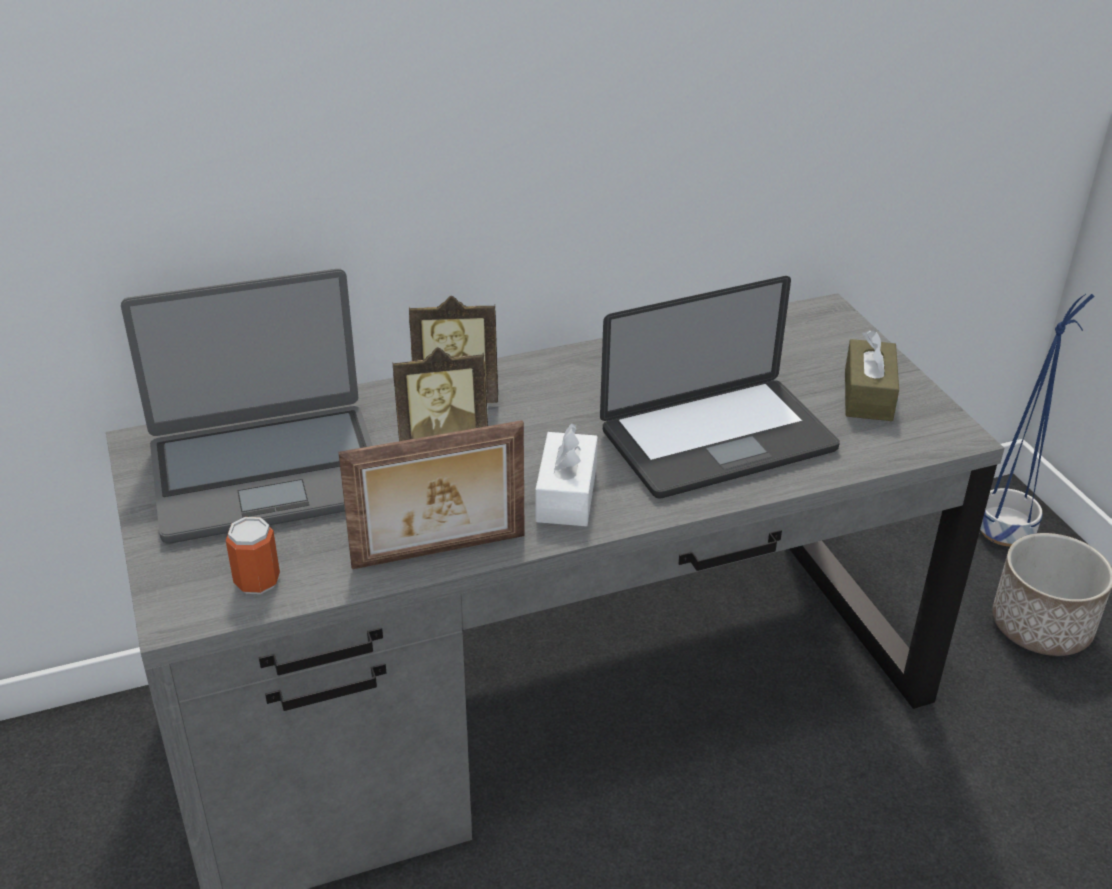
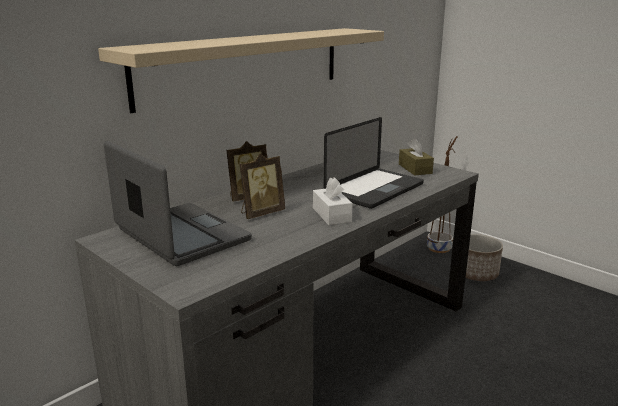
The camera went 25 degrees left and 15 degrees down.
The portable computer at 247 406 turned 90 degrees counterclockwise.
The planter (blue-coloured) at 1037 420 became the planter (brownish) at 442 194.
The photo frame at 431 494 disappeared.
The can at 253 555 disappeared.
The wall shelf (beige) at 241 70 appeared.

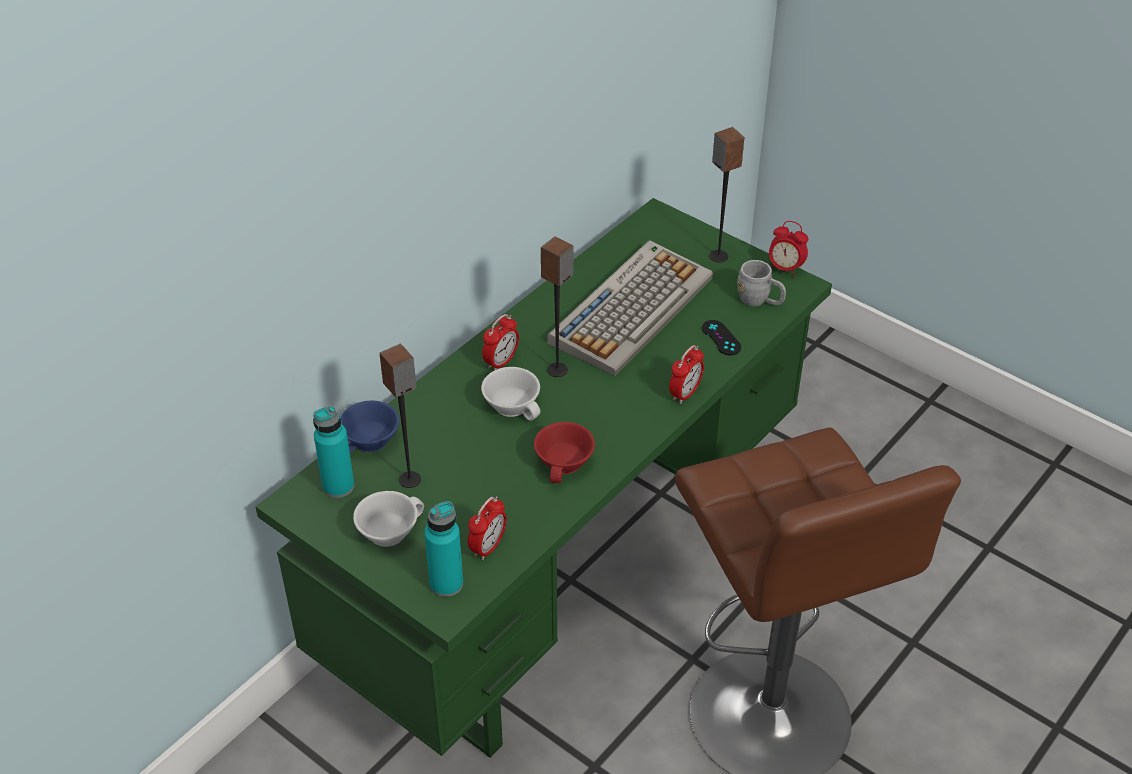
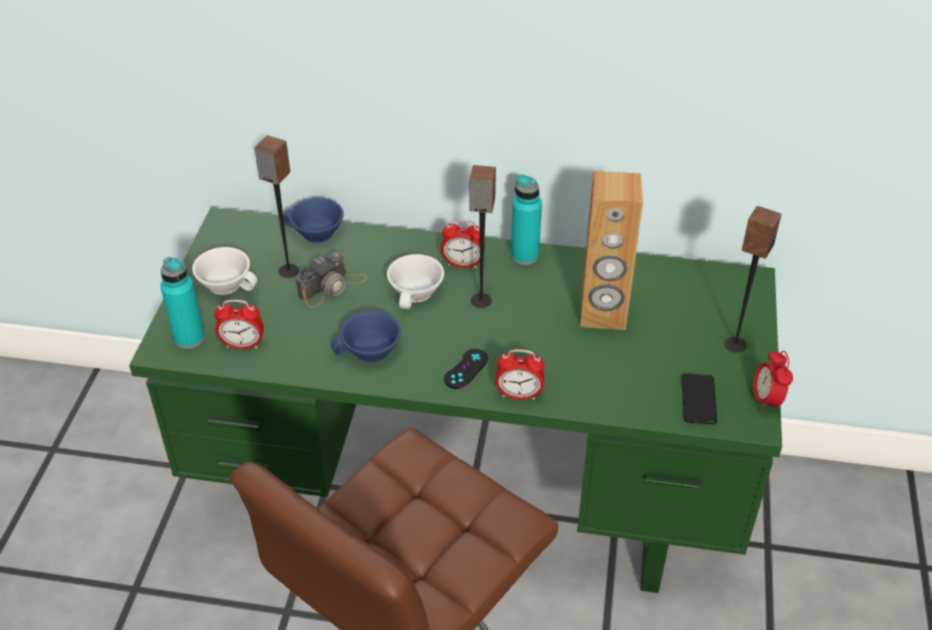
The camera went 60 degrees right and 0 degrees up.
The keyboard at 630 308 was replaced by the speaker (brownish) at 611 250.
The tea mug (grey) at 761 283 was replaced by the phone at 699 398.
The joypad (black) moved from 721 337 to 466 369.
The bottle (turquoise) moved from 333 452 to 526 220.
The small cup (red-coloured) at 564 452 became the small cup (blue-coloured) at 366 337.
The still camera at 331 280 appeared.

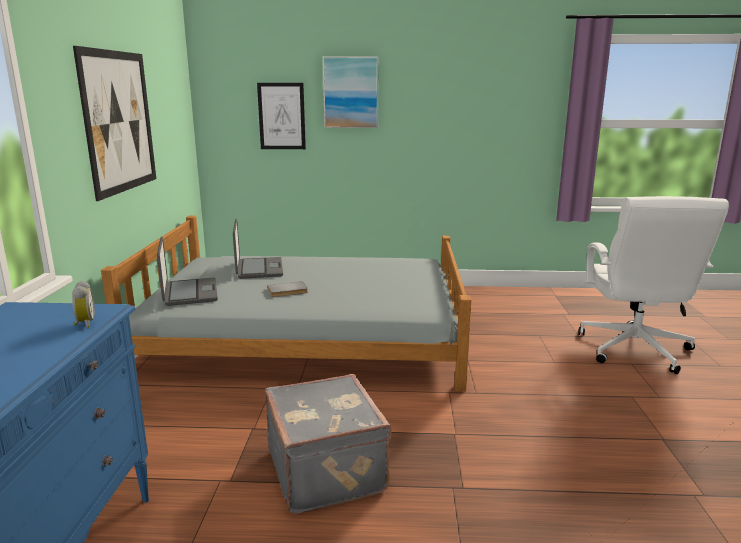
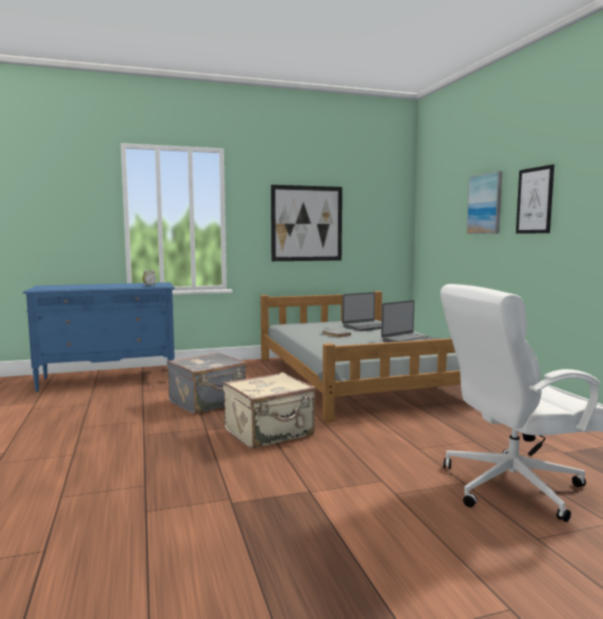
The camera went 70 degrees right and 10 degrees down.
The wall art moved from 281 116 to 535 199.
The portable computer moved from 187 271 to 410 321.
The travel case (beige) at 269 410 appeared.

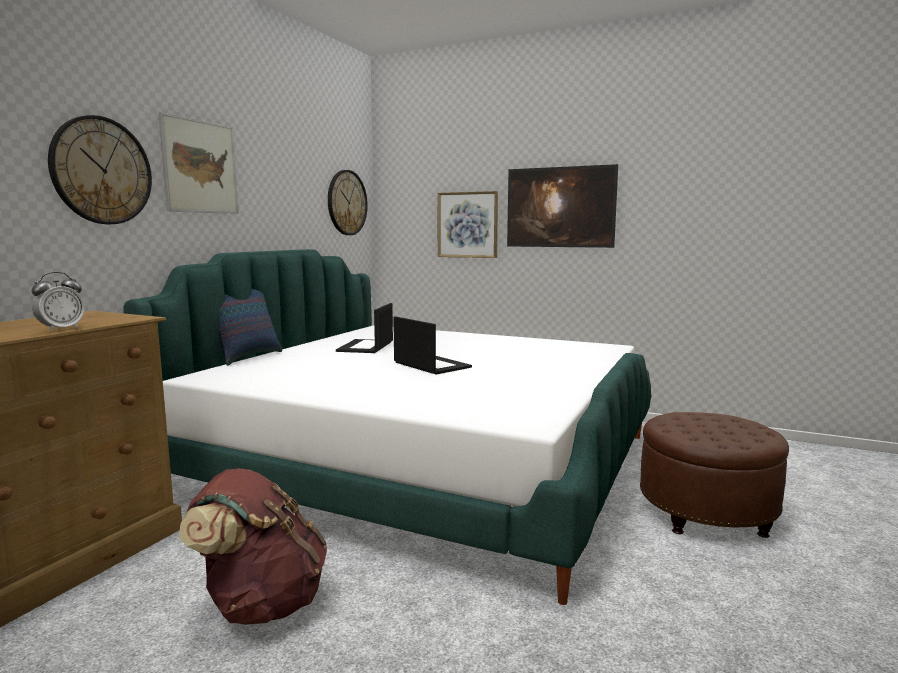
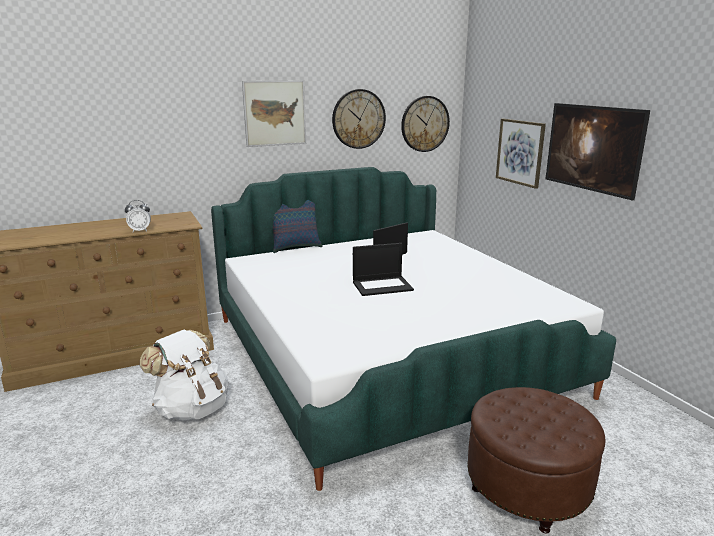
The camera went 40 degrees right and 10 degrees up.
The clock on the wall moved from 100 169 to 359 119.
The portable computer at 432 345 turned 75 degrees clockwise.
The knapsack (brownish) at 253 546 became the knapsack (white) at 184 375.

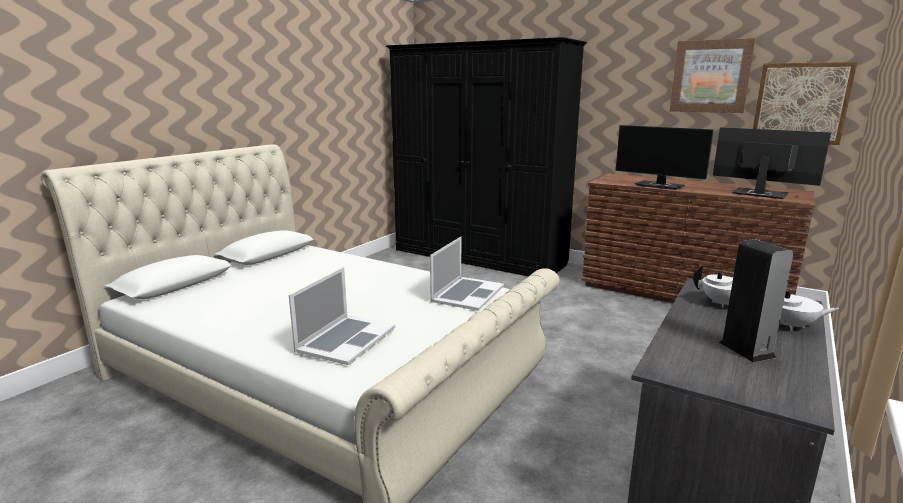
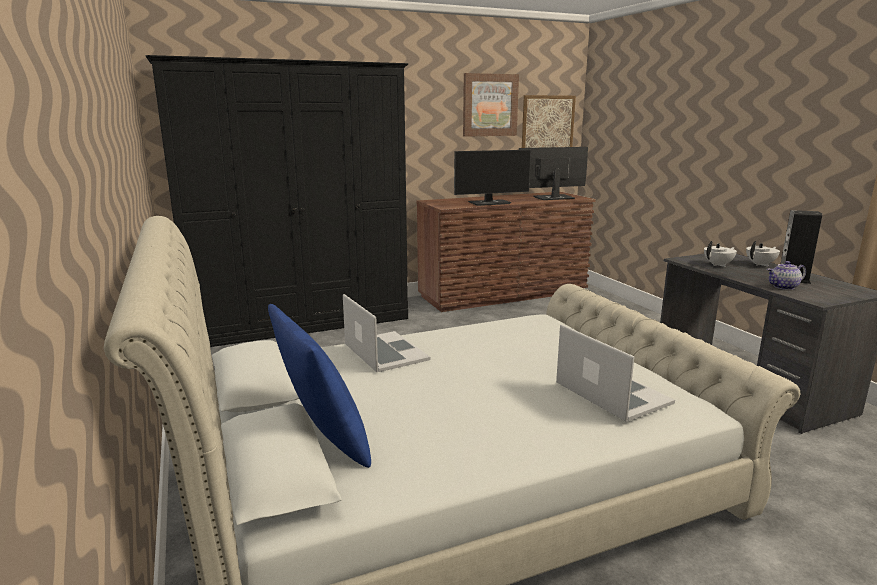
The camera went 55 degrees left and 0 degrees up.
The portable computer moved from 467 274 to 386 333.
The pot for tea at 786 275 appeared.
The throw pillow (blue-coloured) at 319 386 appeared.

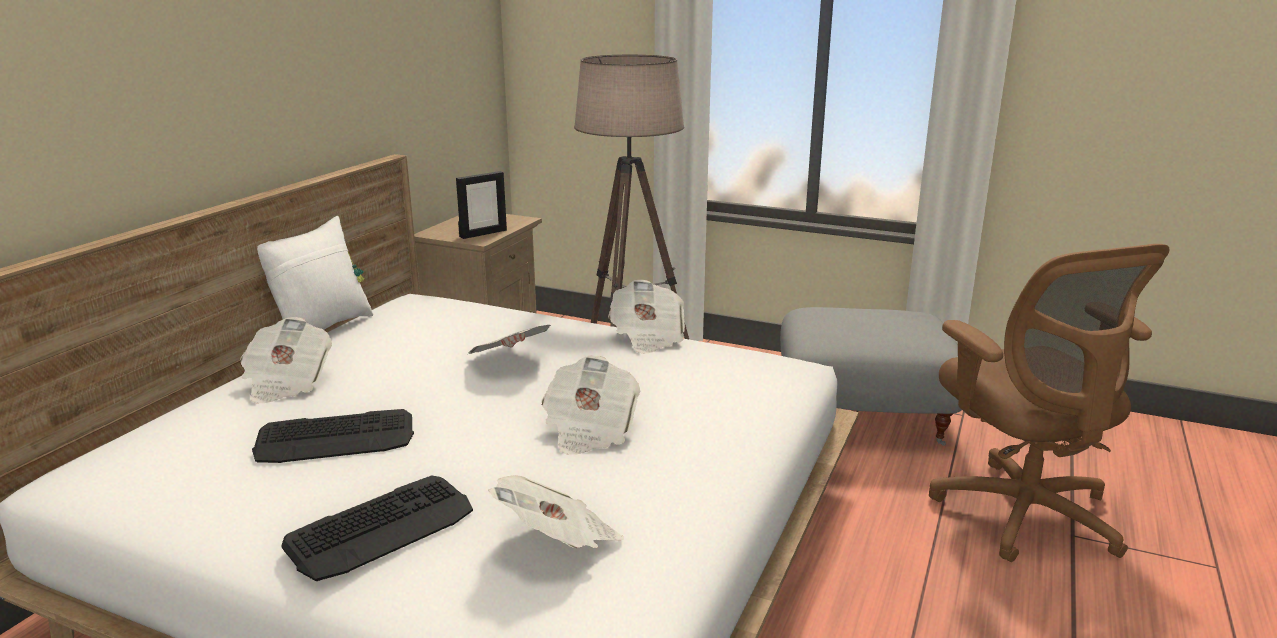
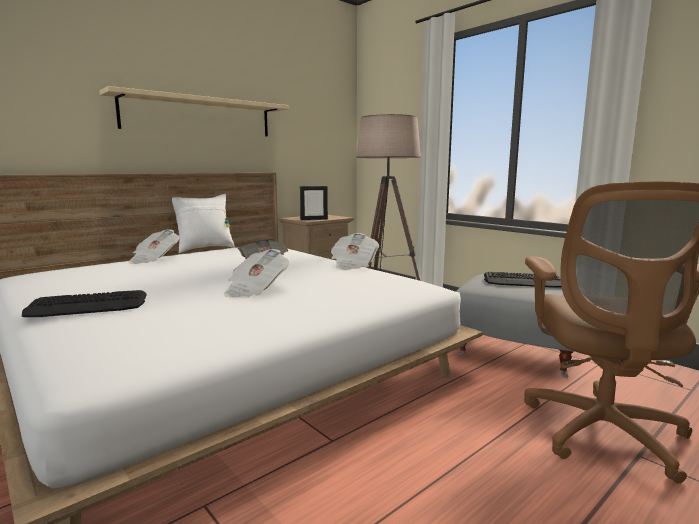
The camera went 25 degrees right and 10 degrees down.
The keyboard moved from 333 436 to 523 280.
The newspaper at 556 511 disappeared.
The wall shelf (beige) at 194 111 appeared.

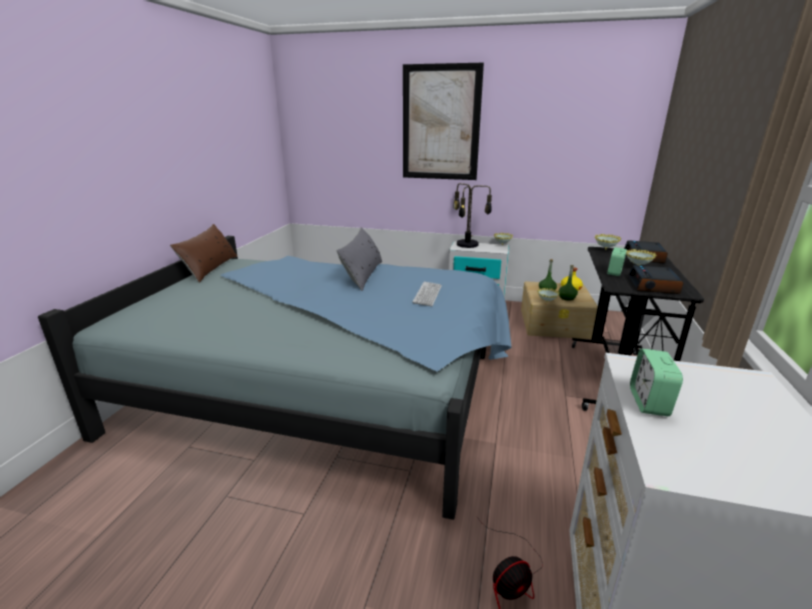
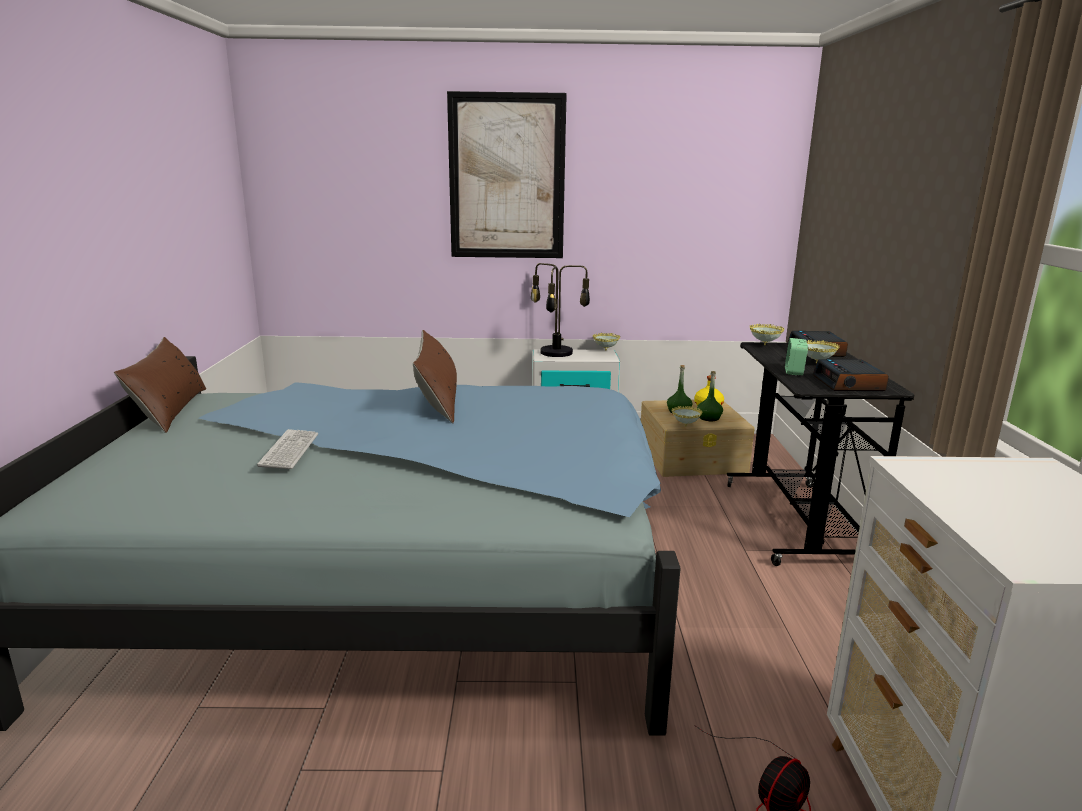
The camera went 15 degrees left and 5 degrees down.
The throw pillow (grey) at 359 259 became the throw pillow (brownish) at 435 376.
The keyboard moved from 427 294 to 287 449.
The bedside clock at 656 382 disappeared.

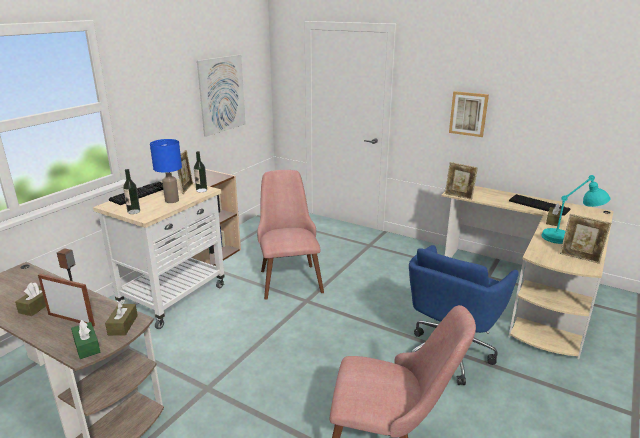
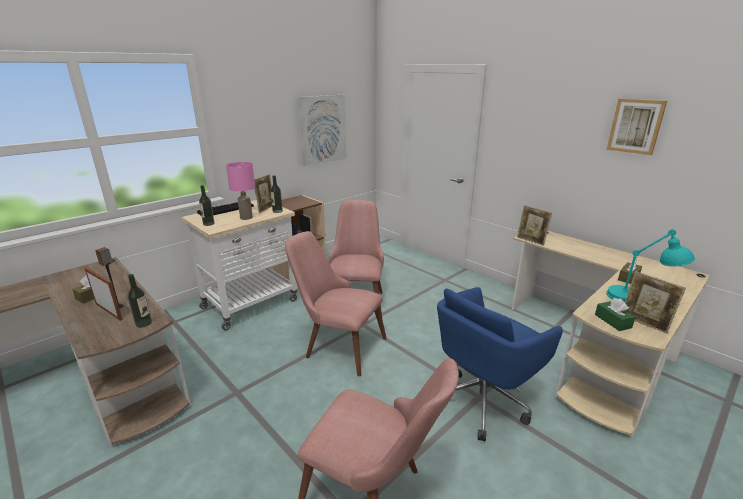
The camera went 15 degrees right and 0 degrees up.
The wall art moved from 469 114 to 636 127.
The table lamp (blue-coloured) at 166 171 became the table lamp (pink-coloured) at 240 191.
The keyboard at 540 205 disappeared.
The box of tissues (brownish) at 121 318 was replaced by the bottle at 139 301.
The box of tissues (green) moved from 85 339 to 615 314.
The chair (pink-coloured) at 336 303 appeared.

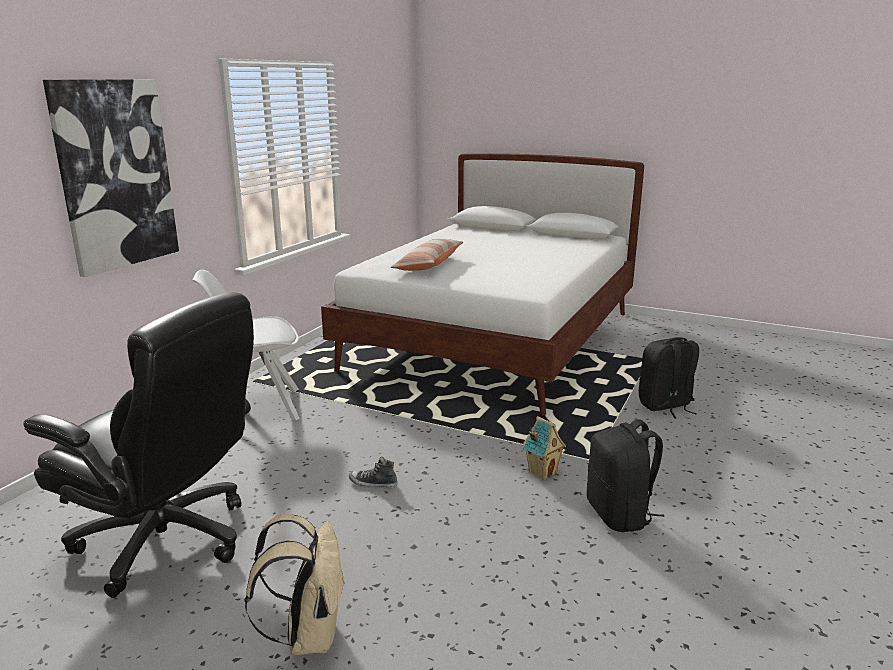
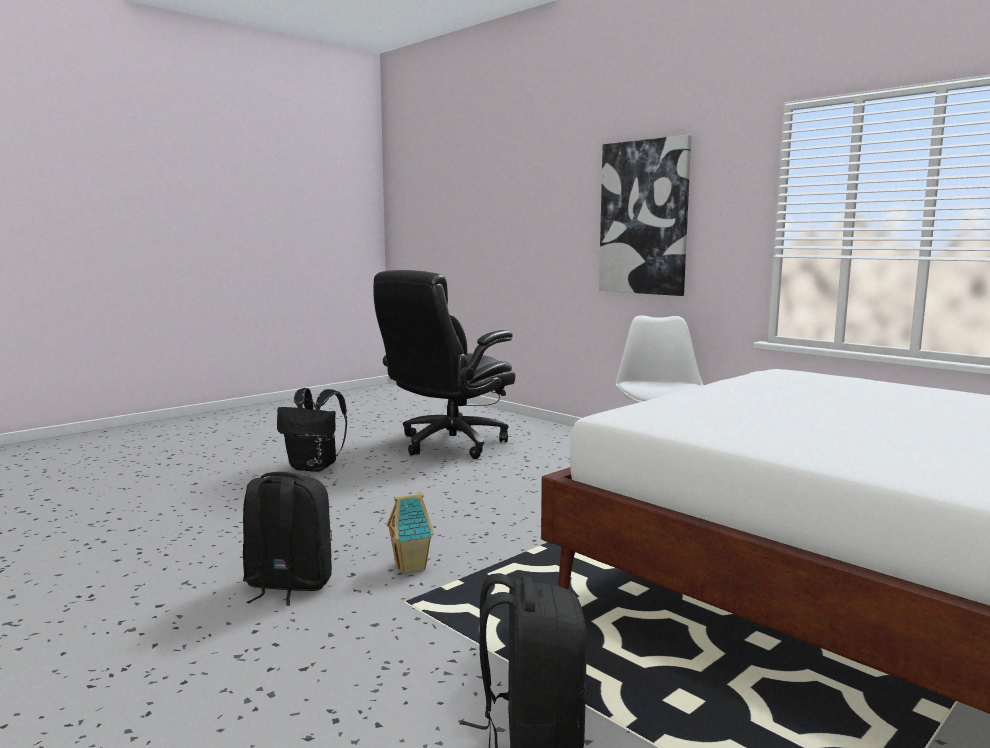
The camera went 110 degrees right and 10 degrees down.
The throw pillow at 427 255 disappeared.
The low shoe at 373 472 disappeared.
The knapsack (beige) at 295 584 became the knapsack (black) at 312 430.

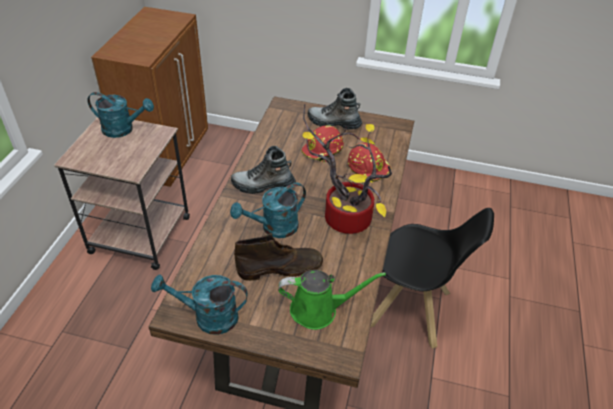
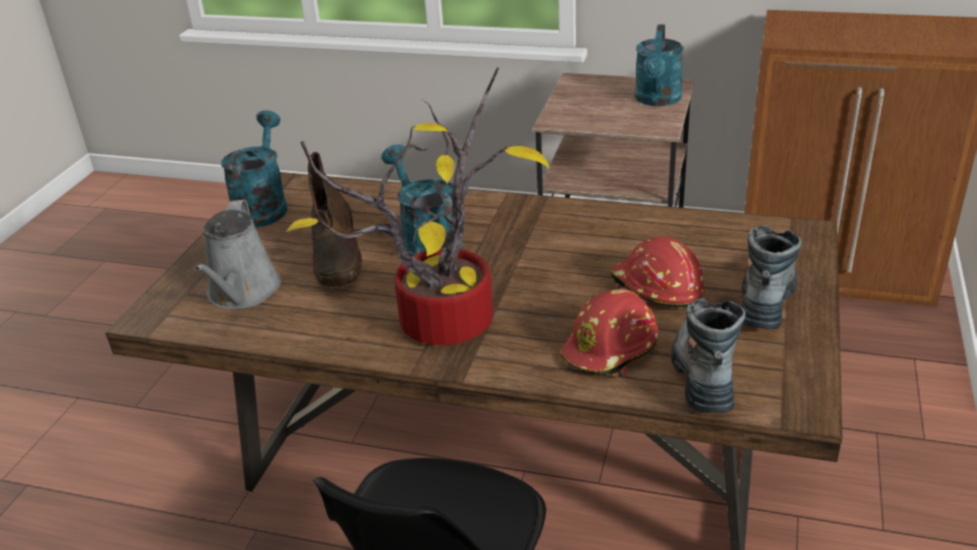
The camera went 95 degrees right and 10 degrees down.
The tall boot moved from 263 170 to 708 355.
The watering can (green) at 332 300 became the watering can (grey) at 237 254.

